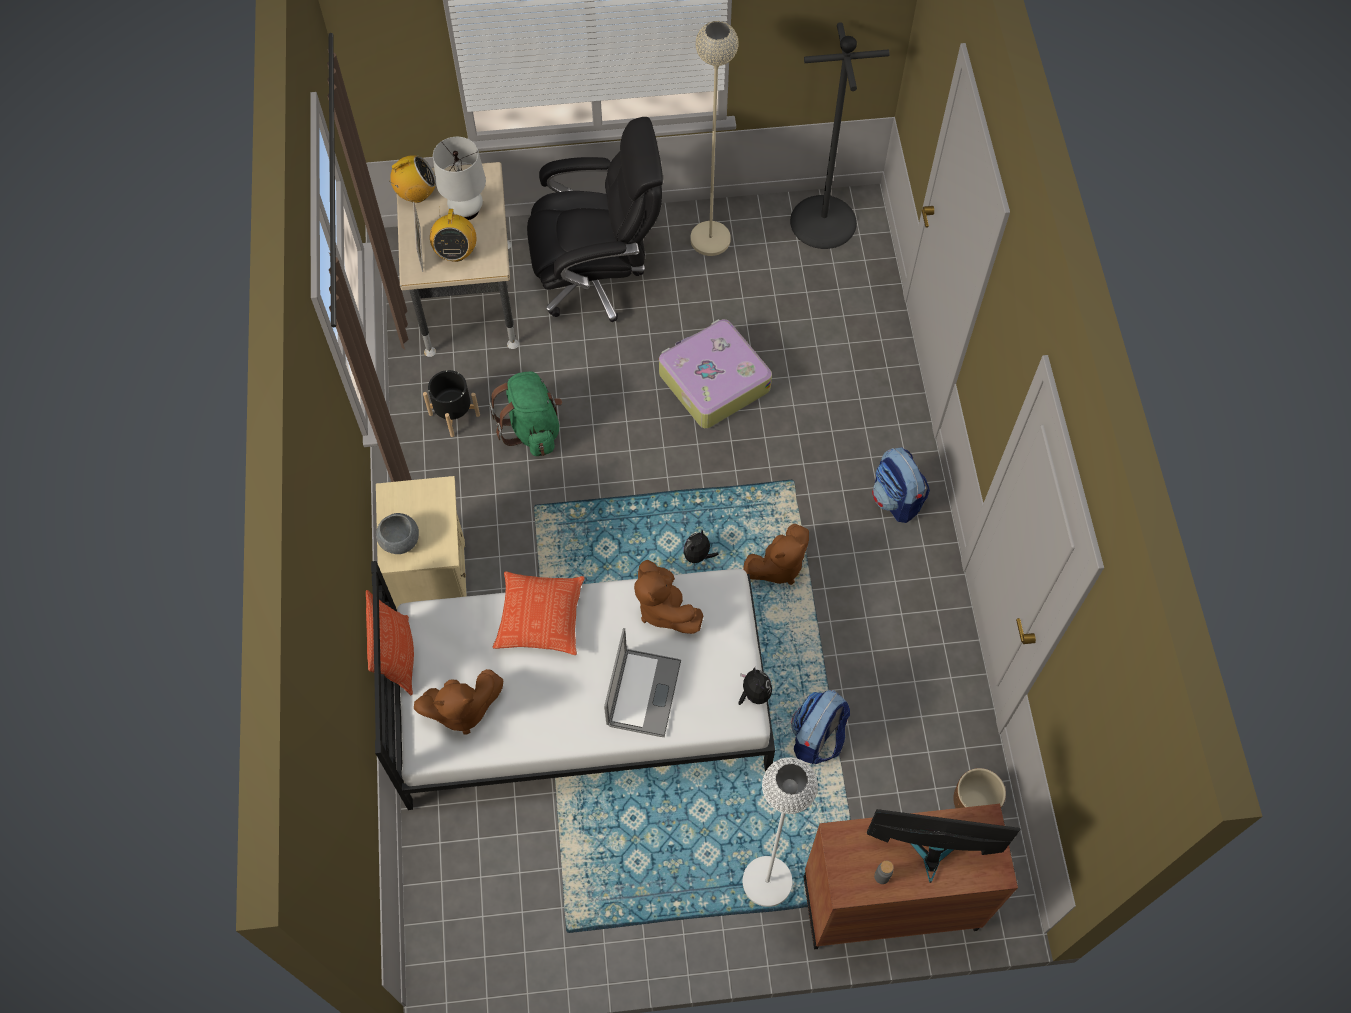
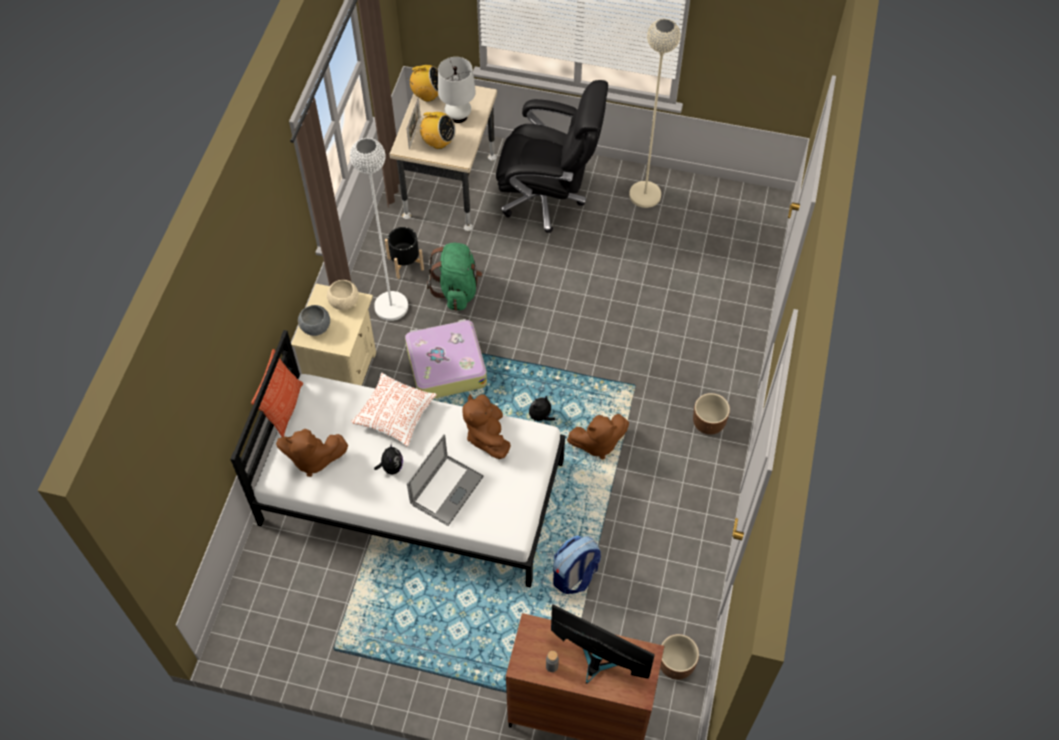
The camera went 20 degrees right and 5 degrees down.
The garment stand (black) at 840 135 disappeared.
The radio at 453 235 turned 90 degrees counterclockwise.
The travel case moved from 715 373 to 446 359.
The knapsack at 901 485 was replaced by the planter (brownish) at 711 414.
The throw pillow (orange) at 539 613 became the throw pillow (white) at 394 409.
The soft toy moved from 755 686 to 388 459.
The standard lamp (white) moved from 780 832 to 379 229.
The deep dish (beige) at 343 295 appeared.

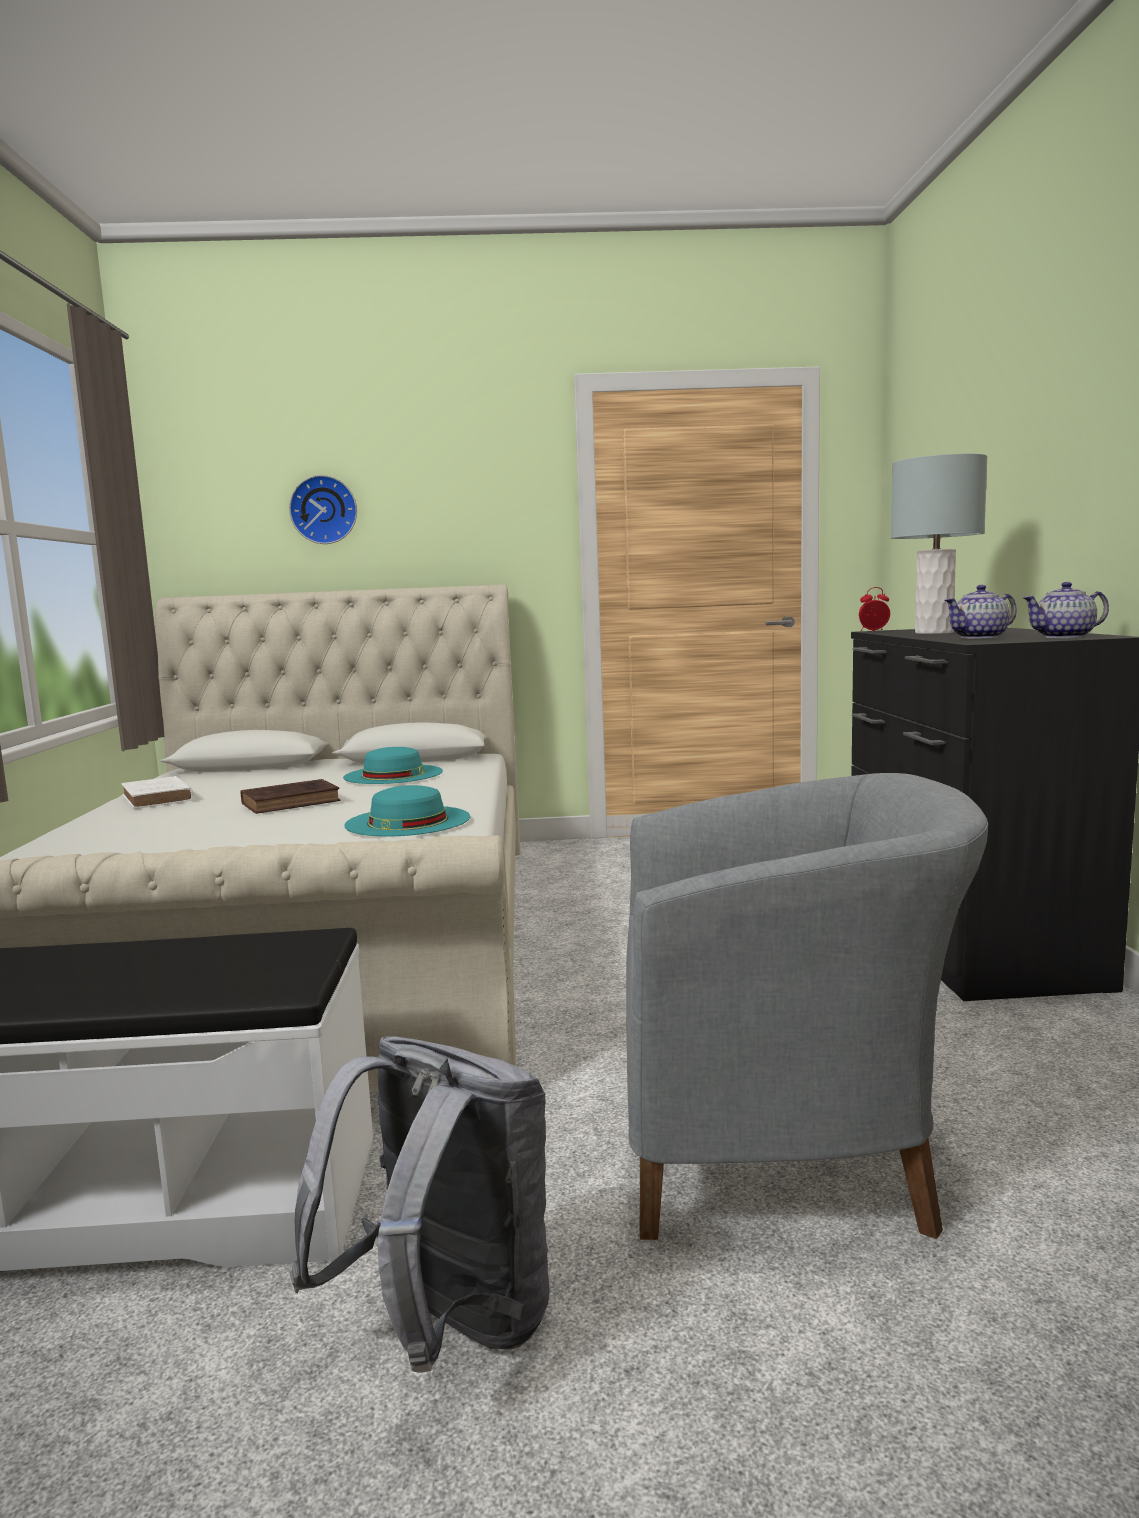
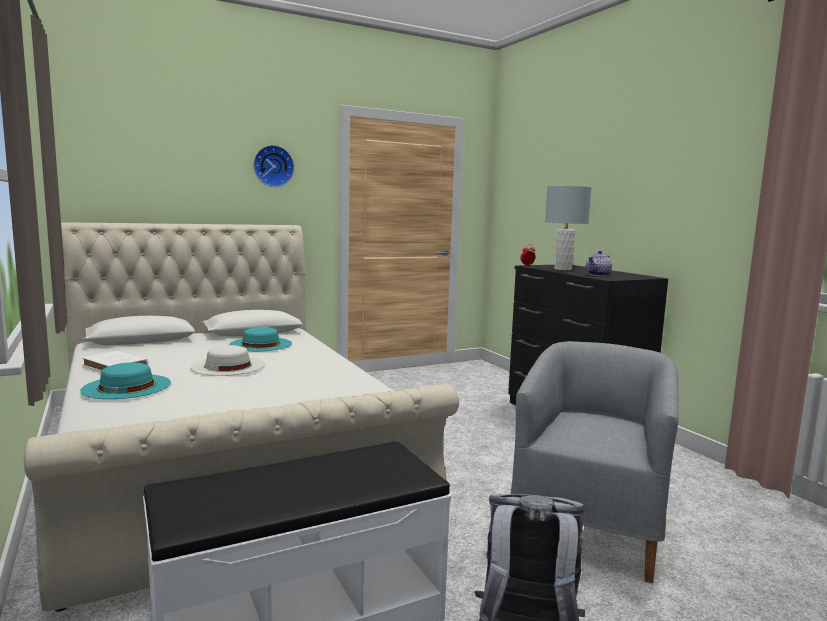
The camera went 25 degrees left and 0 degrees up.
The clock on the wall moved from 323 509 to 273 166.
The pot for tea at 1066 610 disappeared.
The armchair (grey) at 807 1006 turned 45 degrees counterclockwise.
The volume (brownish) at 290 796 was replaced by the clothing hat (white) at 227 360.
The clothing hat (turquoise) moved from 407 811 to 125 380.

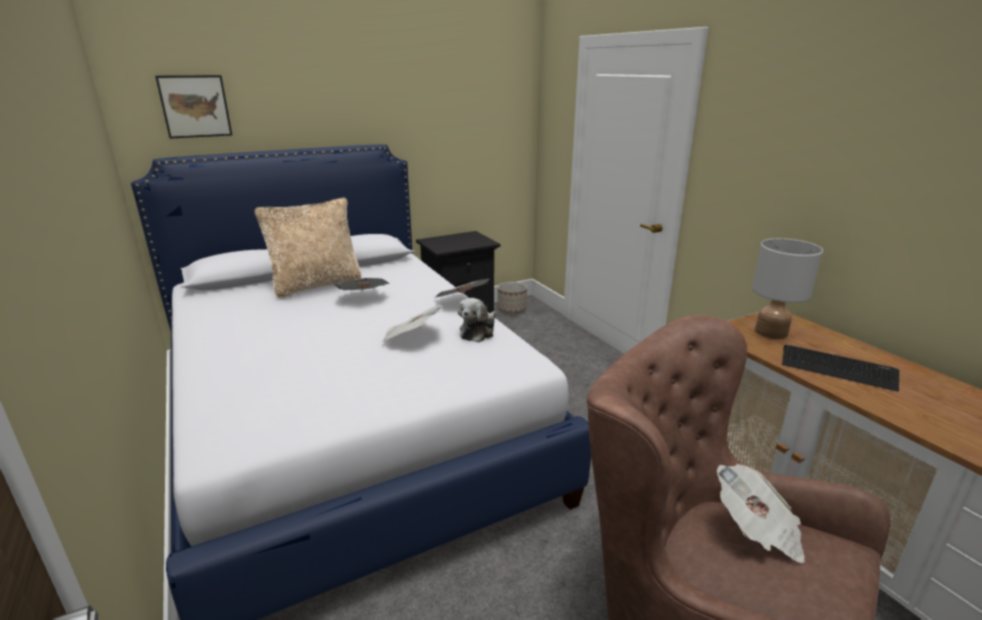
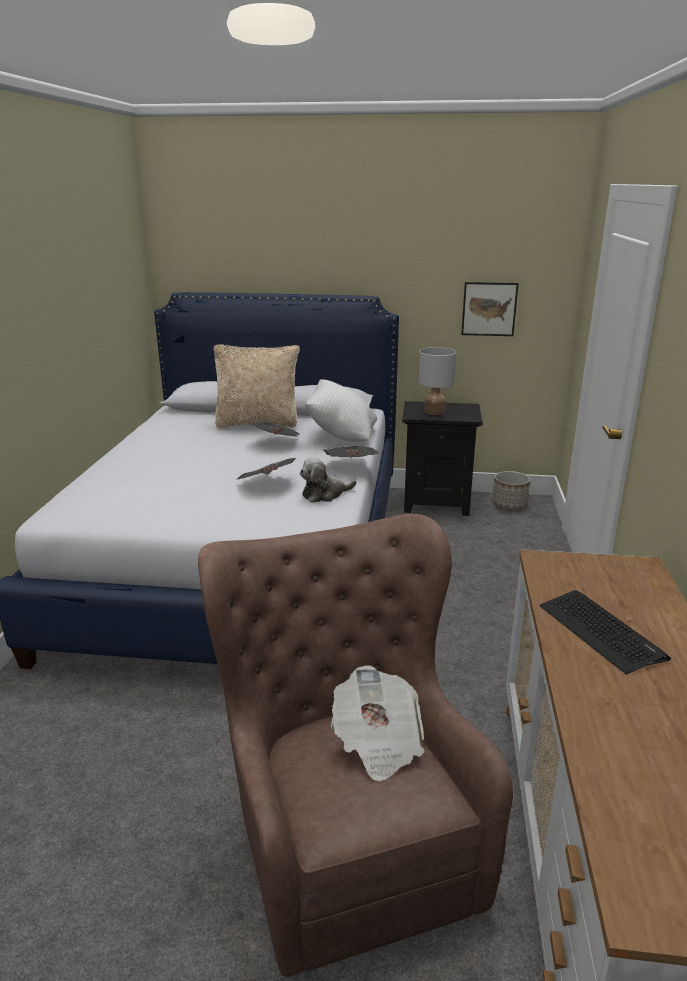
The camera went 35 degrees right and 0 degrees up.
The wall art moved from 193 107 to 490 309.
The table lamp (grey) moved from 787 288 to 437 381.
The throw pillow (white) at 341 410 appeared.

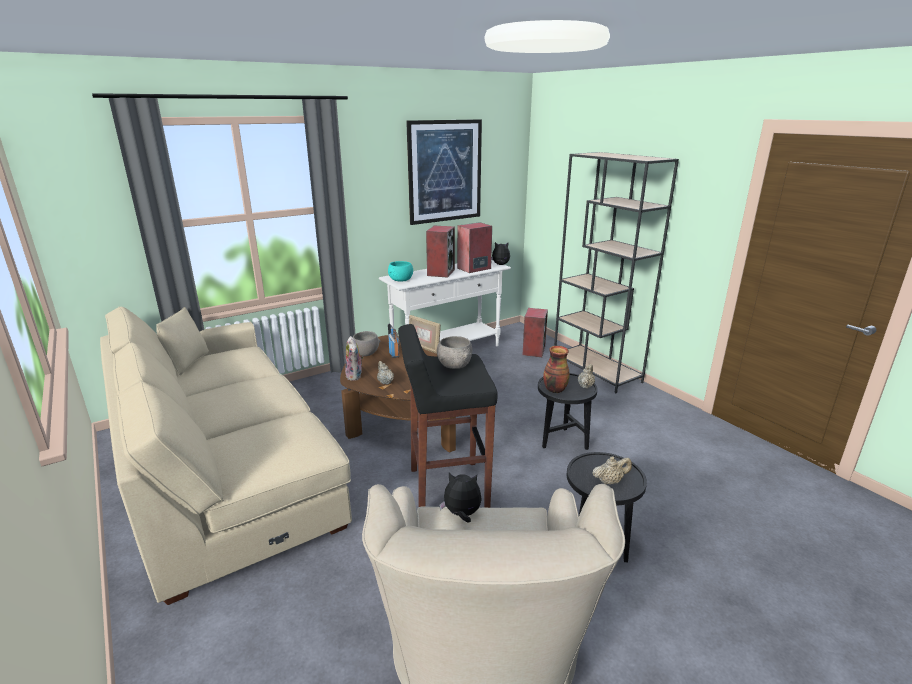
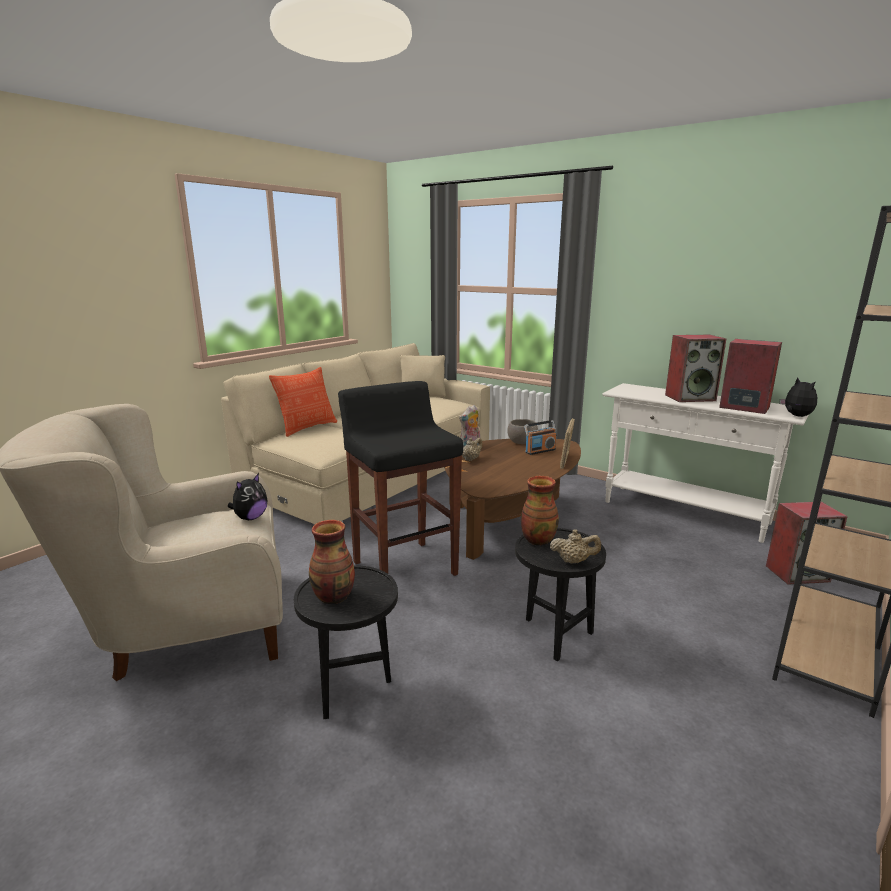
The camera went 70 degrees right and 5 degrees down.
The wall art at 444 172 disappeared.
The deep dish (turquoise) at 400 271 disappeared.
The deep dish (grey) at 454 352 disappeared.
The pot for tea (beige) at 612 470 was replaced by the vase at 332 562.
The soft toy at 460 498 turned 45 degrees clockwise.
The throw pillow (orange) at 303 402 appeared.

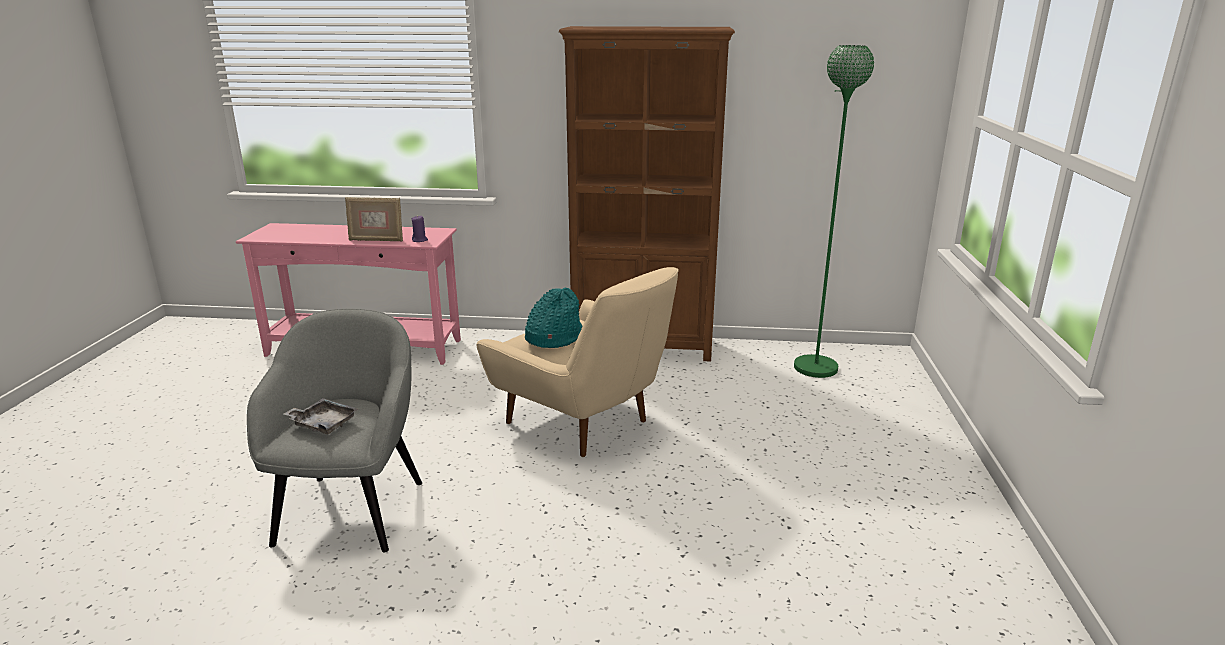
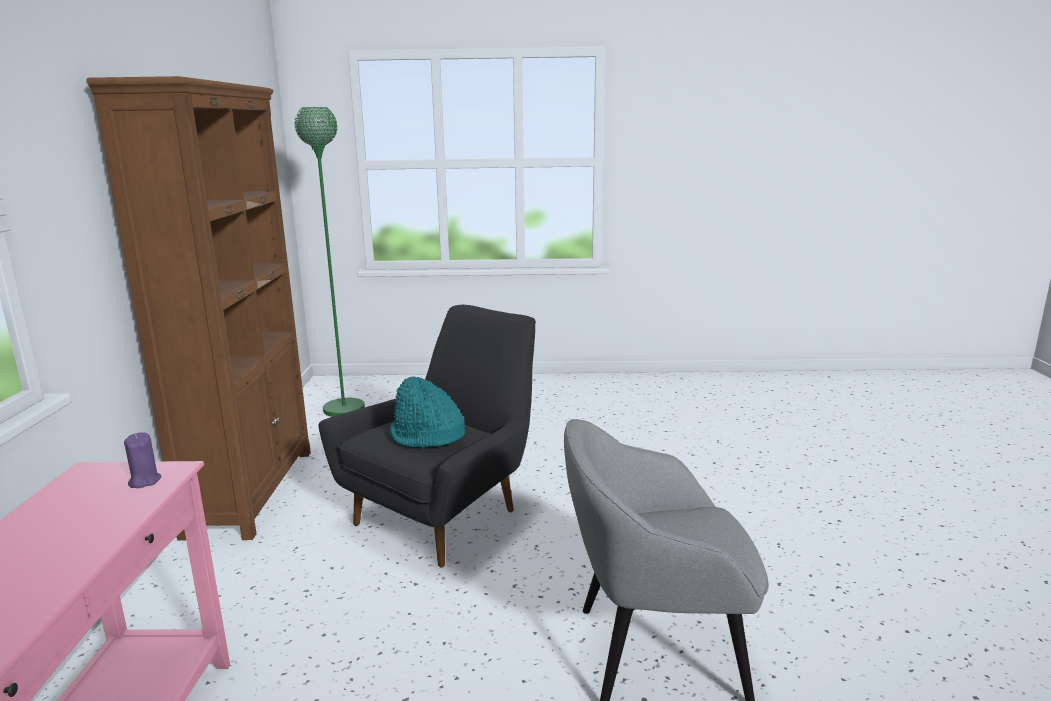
The camera went 95 degrees left and 5 degrees down.
The photo frame at 374 219 disappeared.
The armchair (beige) at 577 362 became the armchair (black) at 427 436.
The carrying tray (grey) at 321 416 disappeared.

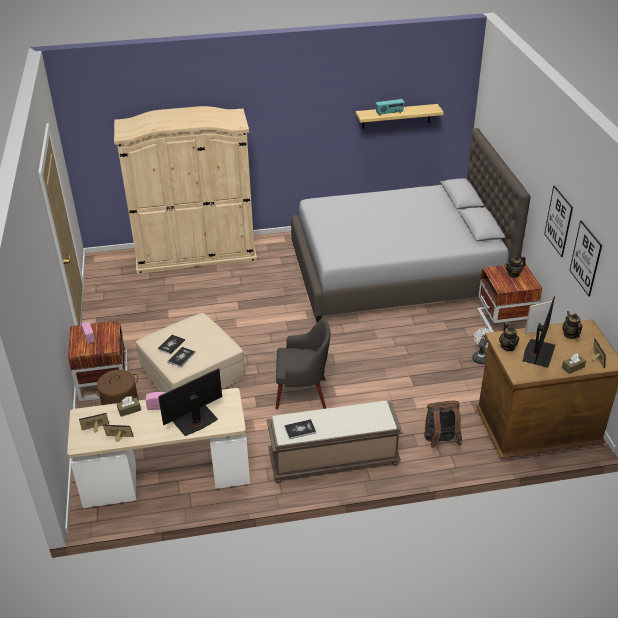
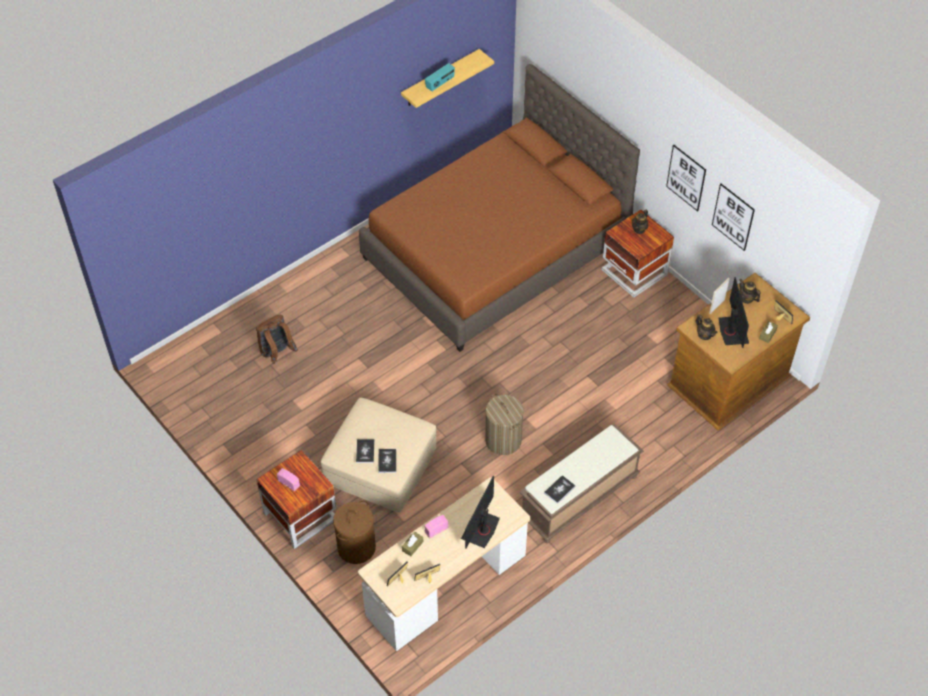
The camera went 30 degrees left and 15 degrees up.
The wardrobe (beige) at 185 190 disappeared.
The sleeping bed (grey) at 411 225 became the sleeping bed (brownish) at 499 208.
The armchair (grey) at 303 364 was replaced by the washing basket at 504 424.
The cooling fan (white) at 482 346 disappeared.
The knapsack (brownish) moved from 443 424 to 277 339.

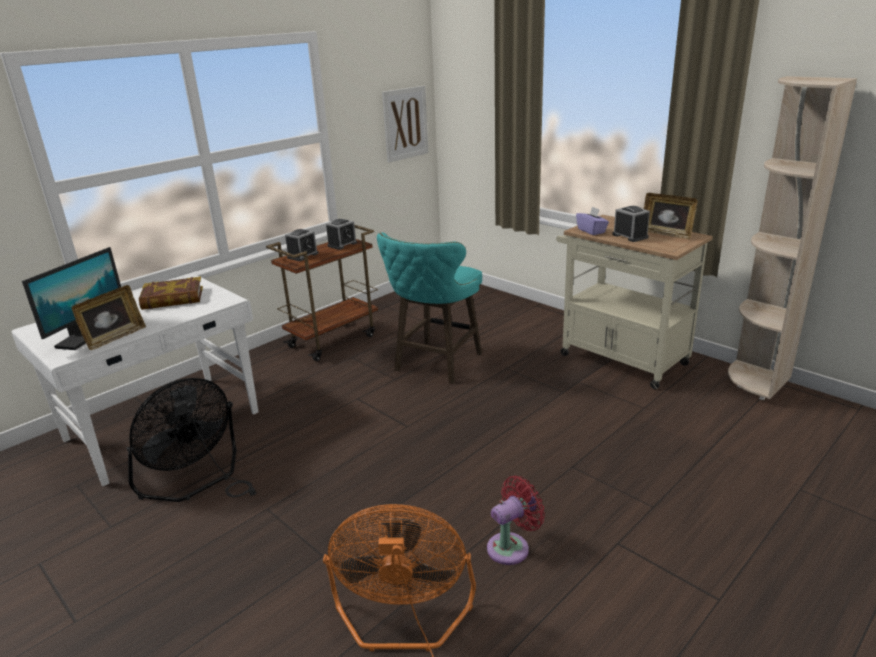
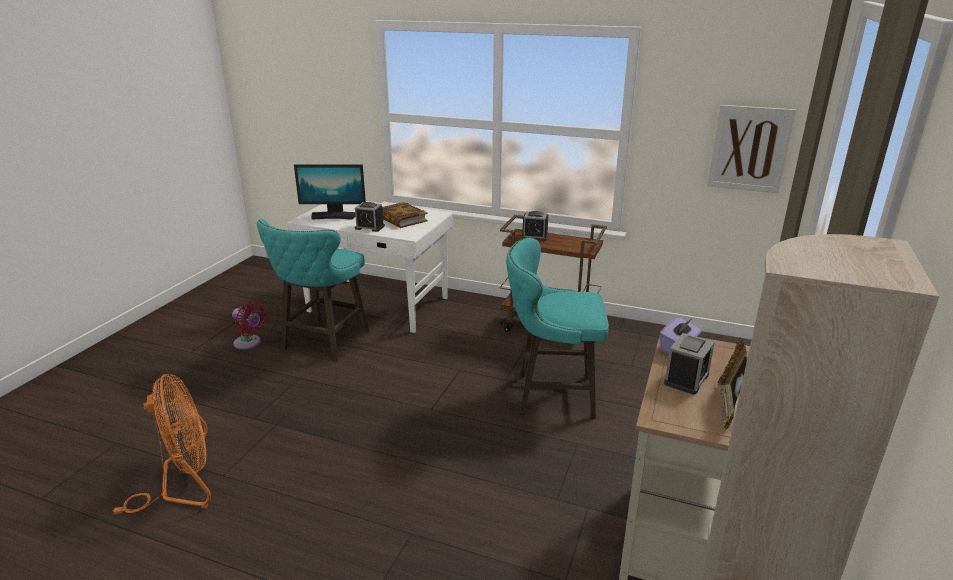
The camera went 65 degrees right and 0 degrees up.
The bedside clock moved from 341 234 to 370 217.
The photo frame at 109 317 disappeared.
The cooling fan (black) at 191 440 was replaced by the sitting stool (turquoise) at 313 290.
The cooling fan (red-coloured) moved from 516 520 to 249 325.

